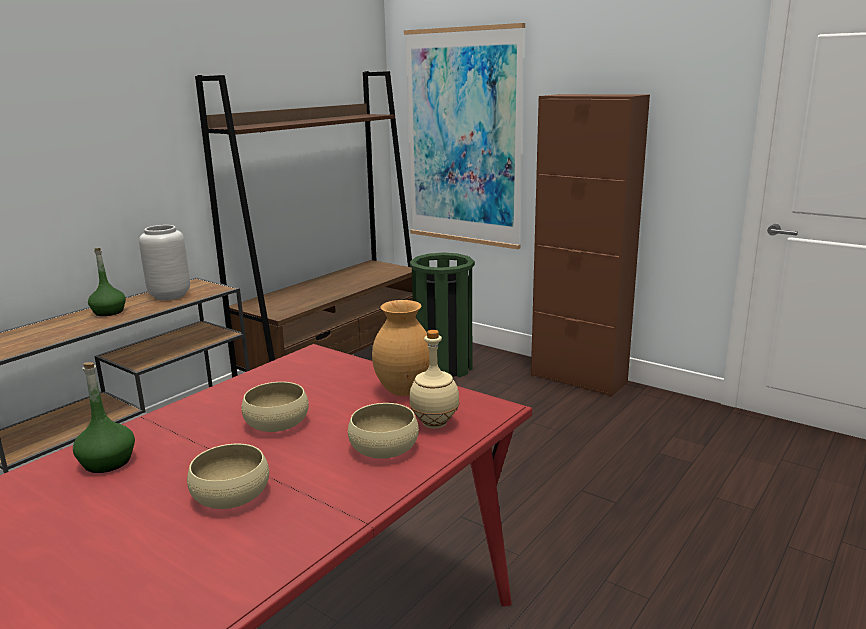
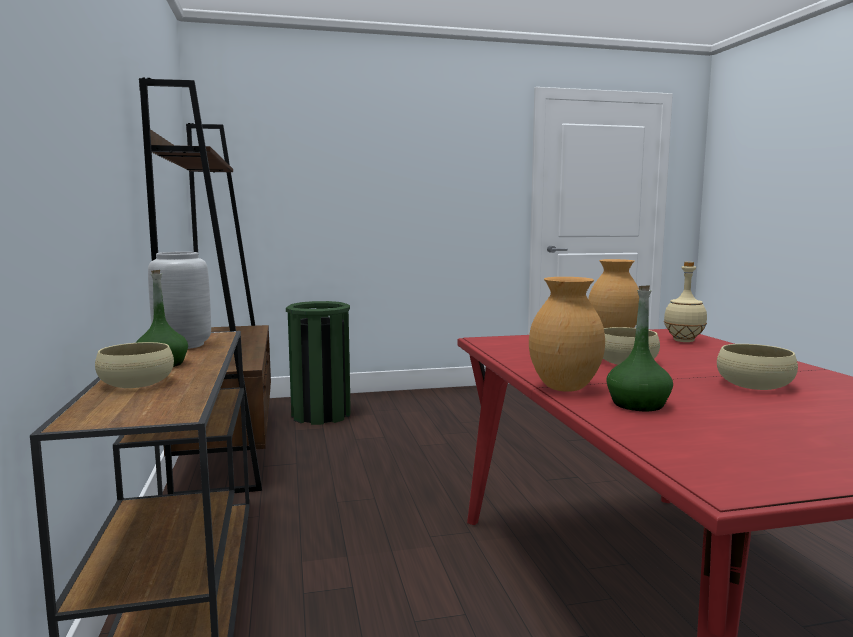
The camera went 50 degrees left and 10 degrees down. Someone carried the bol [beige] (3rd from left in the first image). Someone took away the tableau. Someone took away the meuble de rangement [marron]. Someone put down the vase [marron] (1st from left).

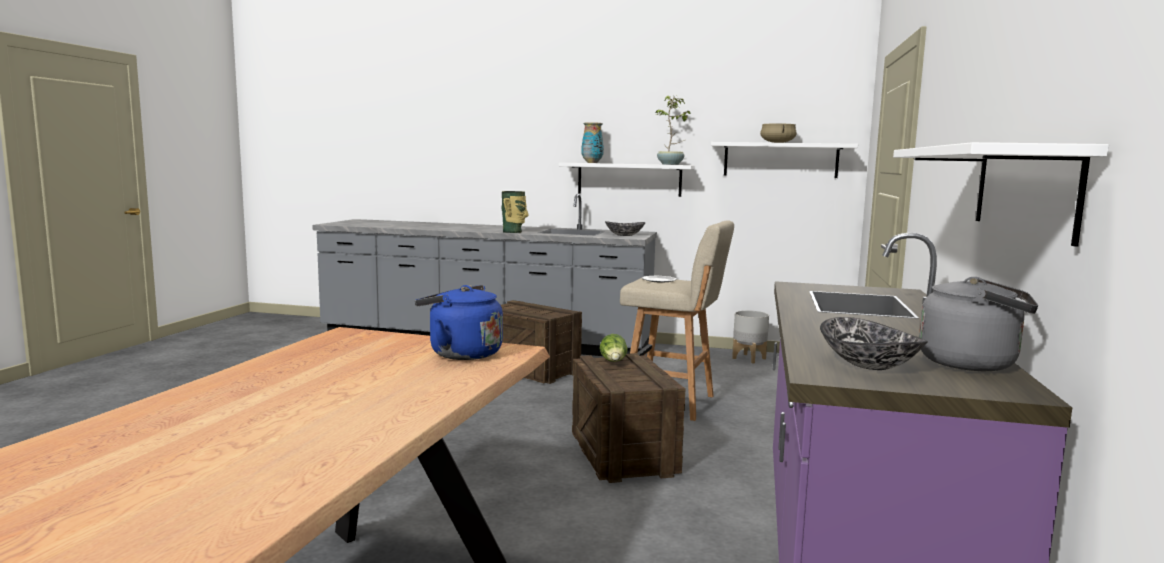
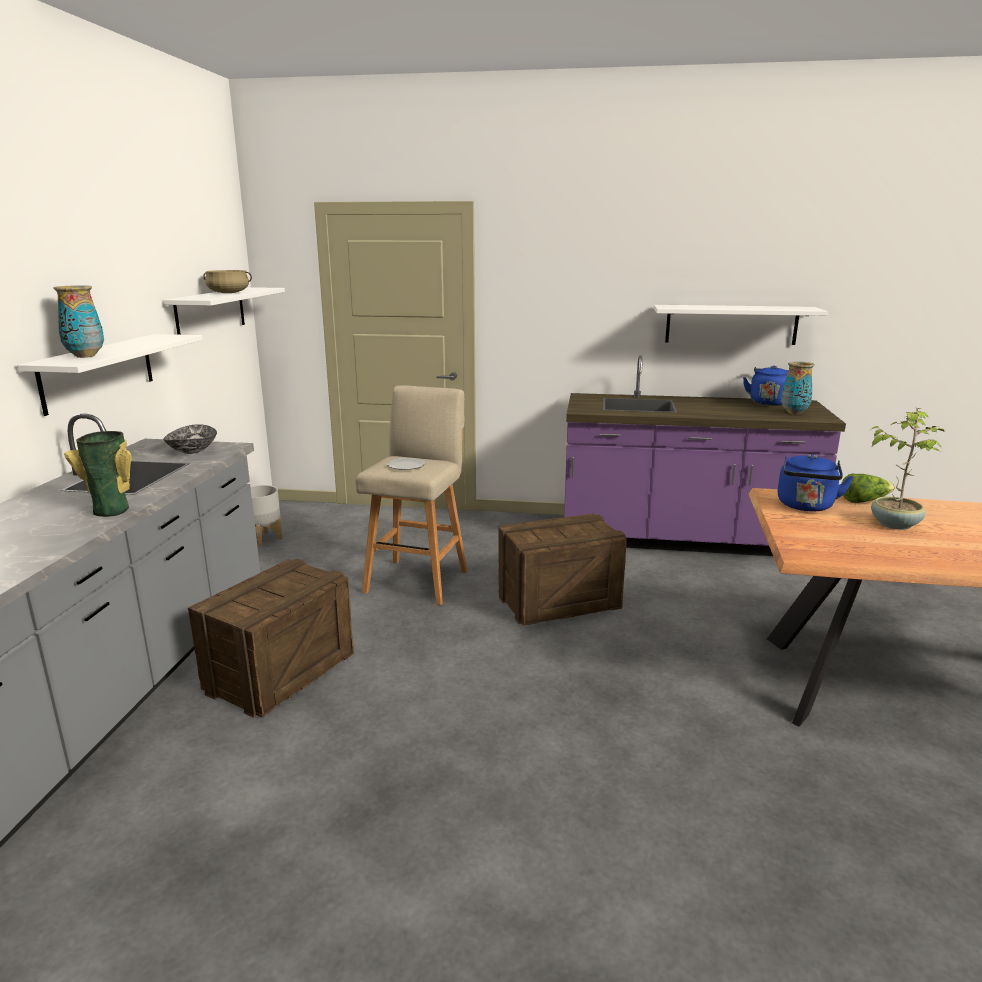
The camera went 95 degrees left and 10 degrees up. Someone carried the laitue. Someone carried the plante en pot. Someone swapped the bol (2nd from left) for the vase (3rd from left). Someone repainted the bouilloire [gris], which became the bouilloire [bleu] (1st from left).

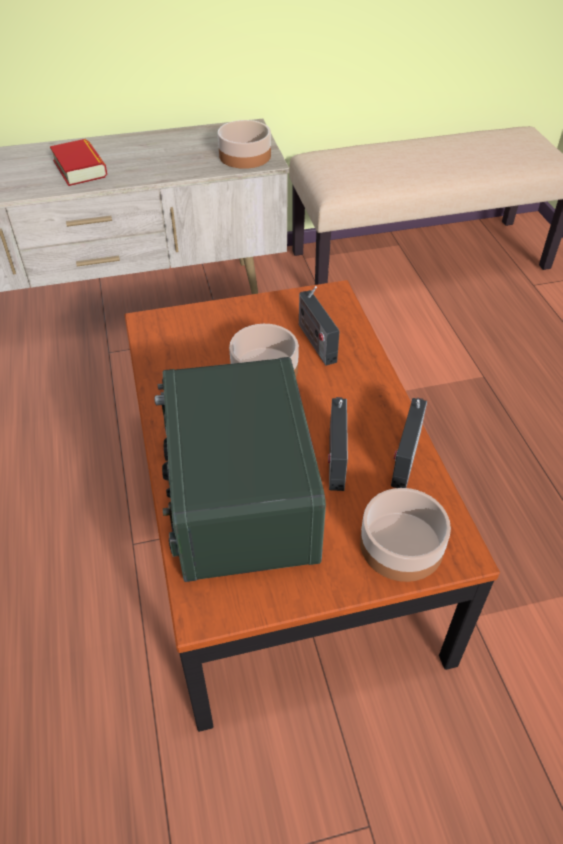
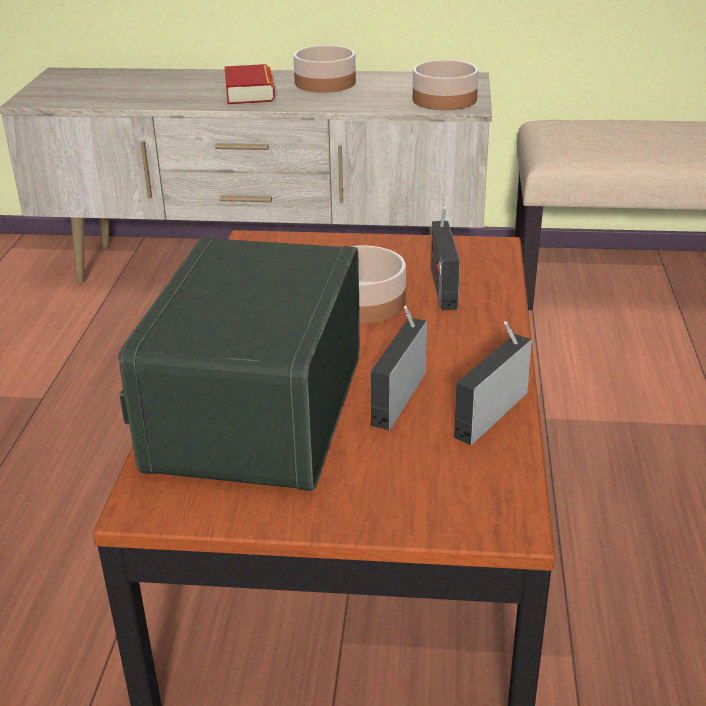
The camera went 20 degrees right and 15 degrees down. Someone carried the bol (3rd from left in the first image).

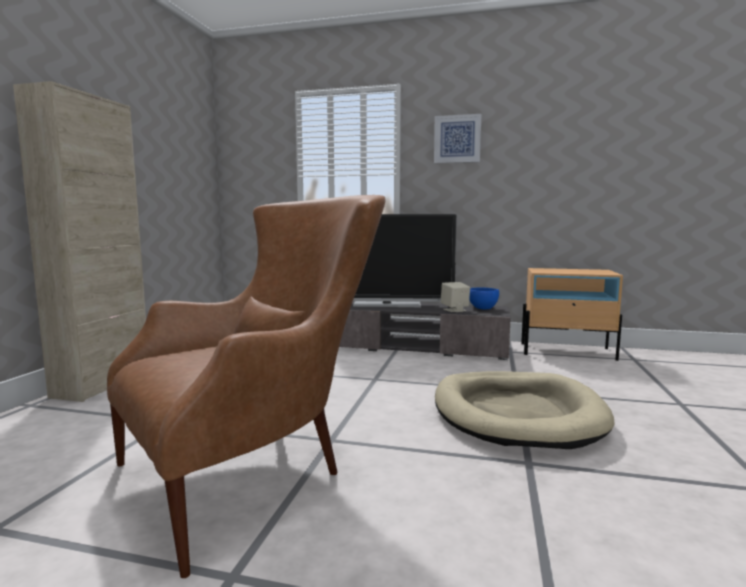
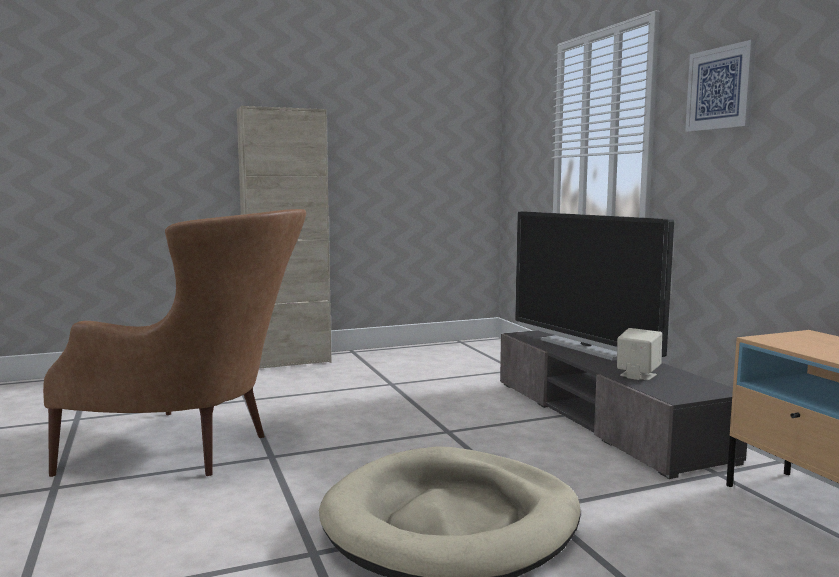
The camera went 55 degrees right and 0 degrees up. Someone took away the bol [bleu].

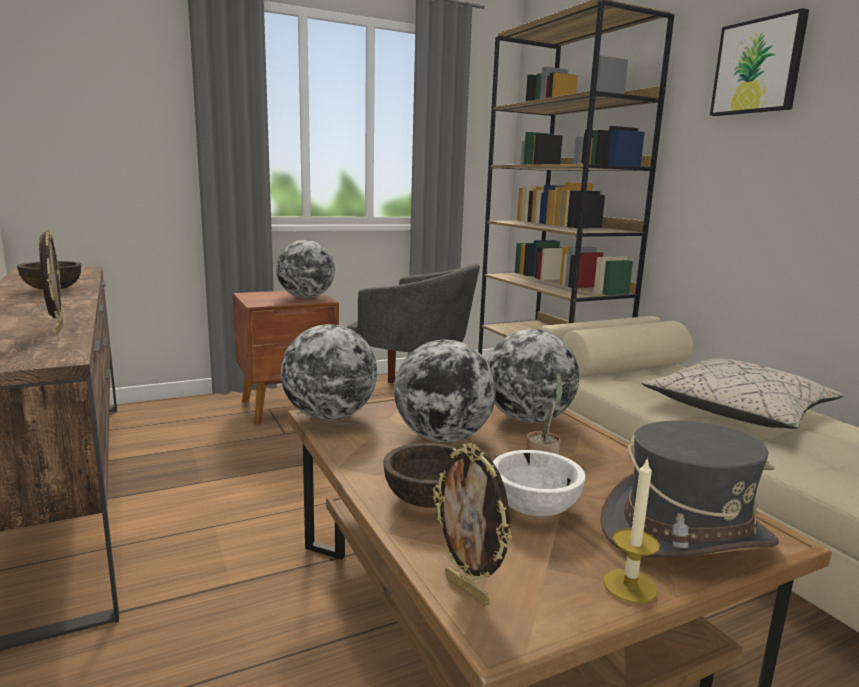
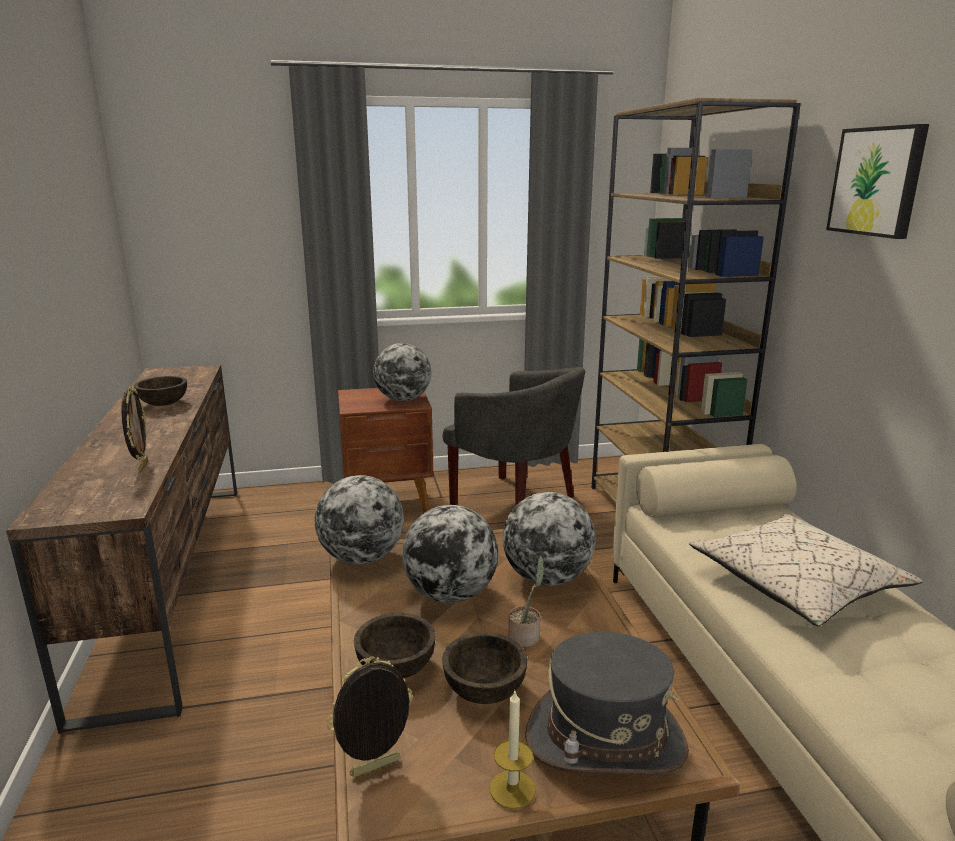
The camera went 15 degrees right and 5 degrees up. Someone rotated the cadre photo (2nd from left) by 90 degrees clockwise. Someone repainted the bol [blanc], which became the bol [marron] (3rd from left).

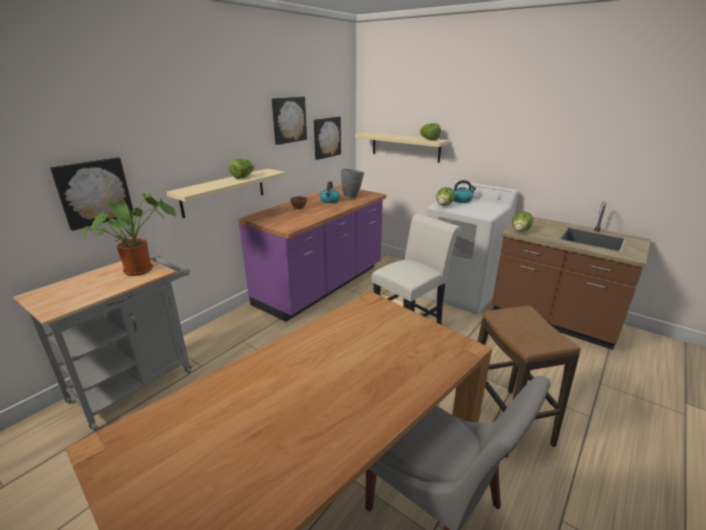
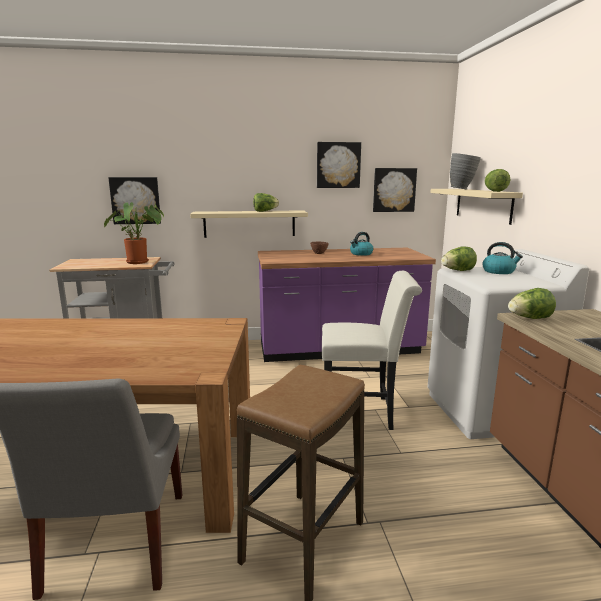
The camera went 45 degrees right and 10 degrees down. Someone carried the vase [gris].

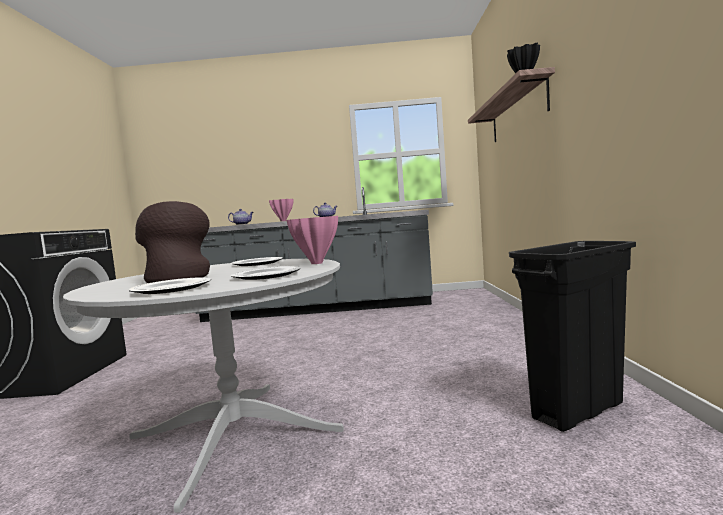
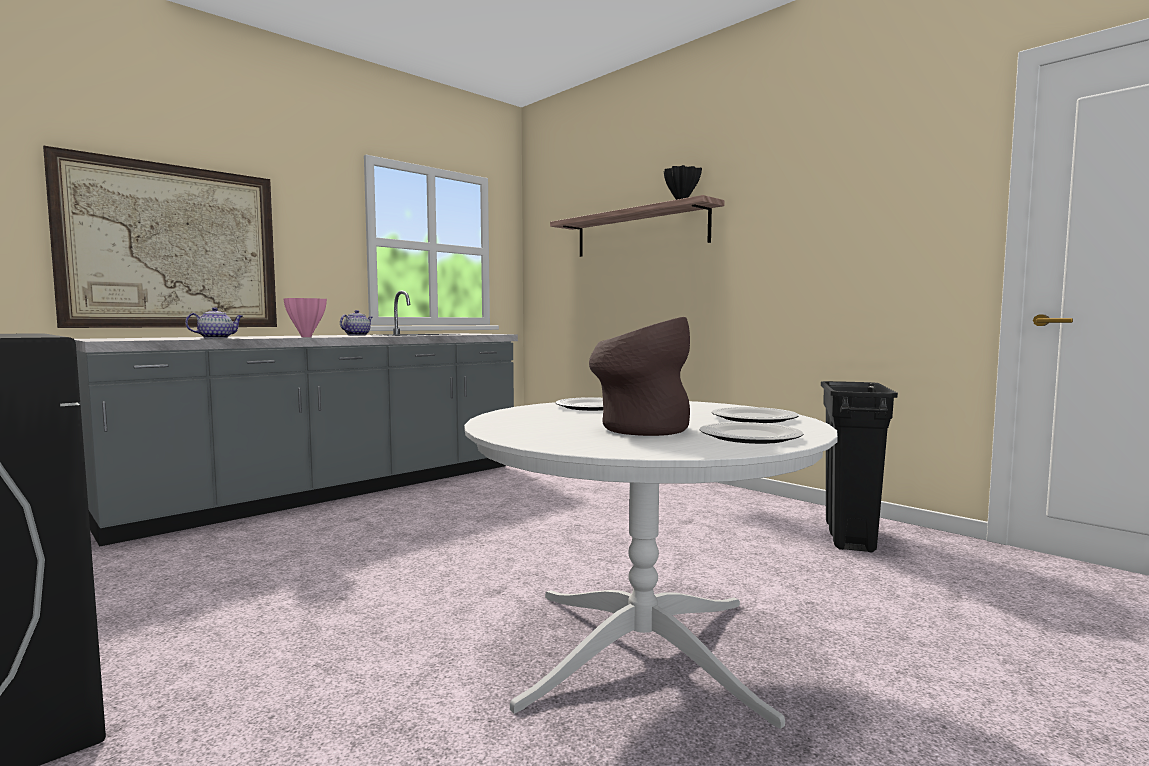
The camera went 45 degrees left and 0 degrees up. Someone took away the vase [rose] (2nd from left). Someone put up the tableau.

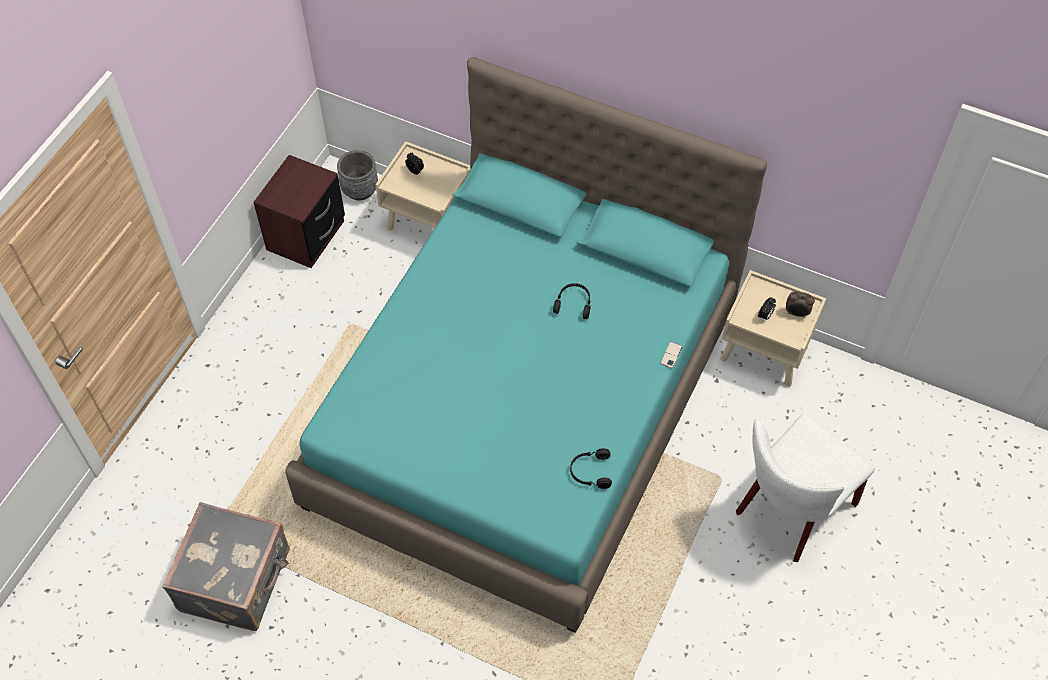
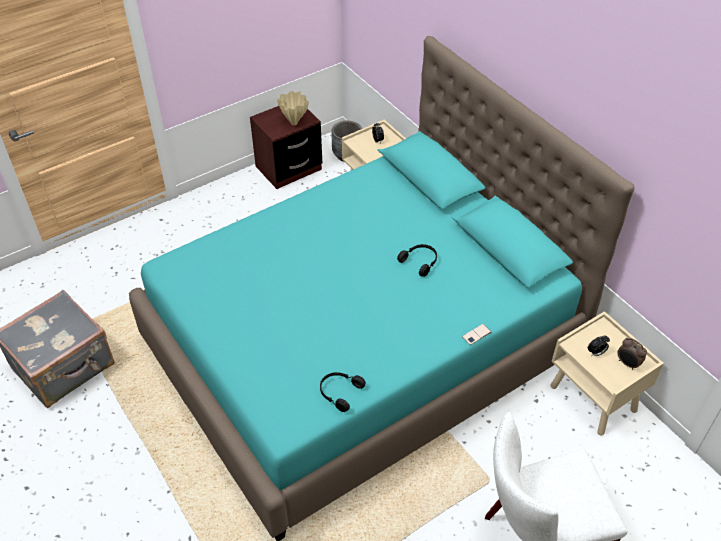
The camera went 30 degrees right and 10 degrees down. Someone put down the vase [beige].

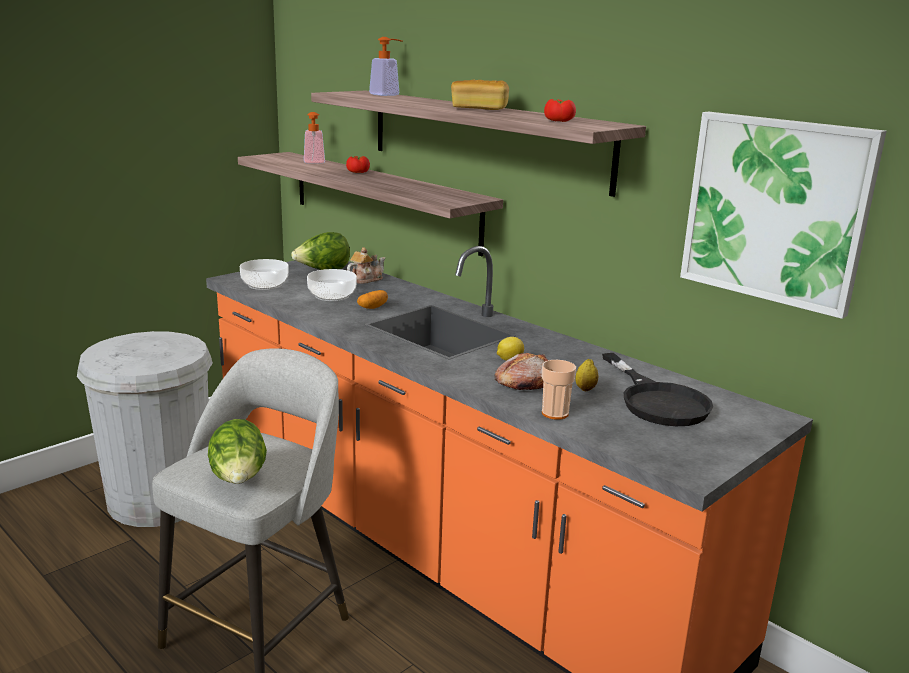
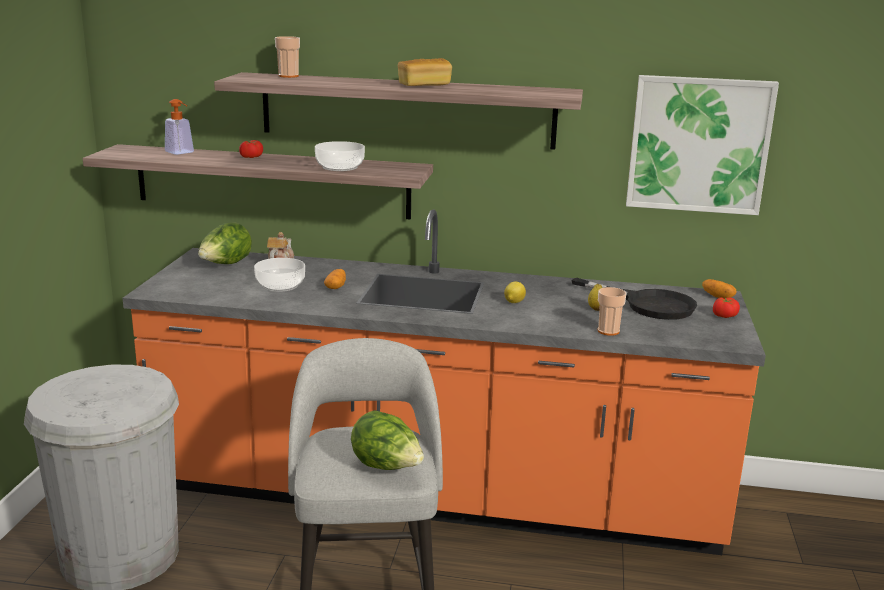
The camera went 35 degrees left and 0 degrees up. Someone carried the bol (1st from left in the first image). Someone swapped the distributeur de savon (2nd from left) for the tasse (1st from left). Someone took away the pain (2nd from left). Someone carried the tomate (2nd from left). Someone put down the pomme de terre (2nd from left).

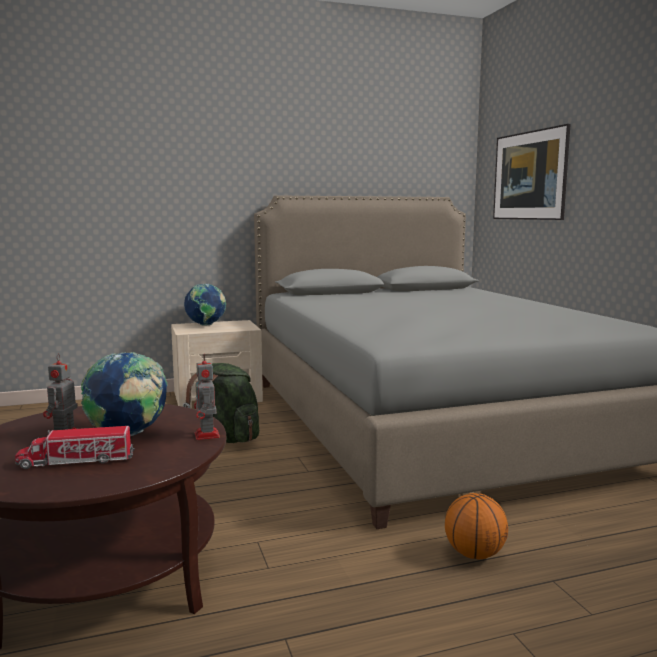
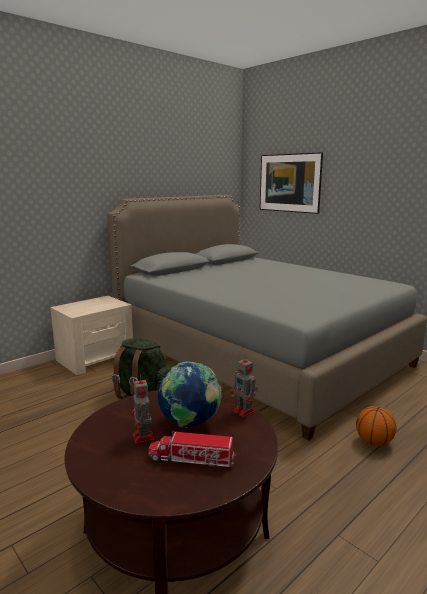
The camera went 25 degrees left and 5 degrees up. Someone rotated the camion jouet by 45 degrees clockwise. Someone took away the globe (2nd from left).

